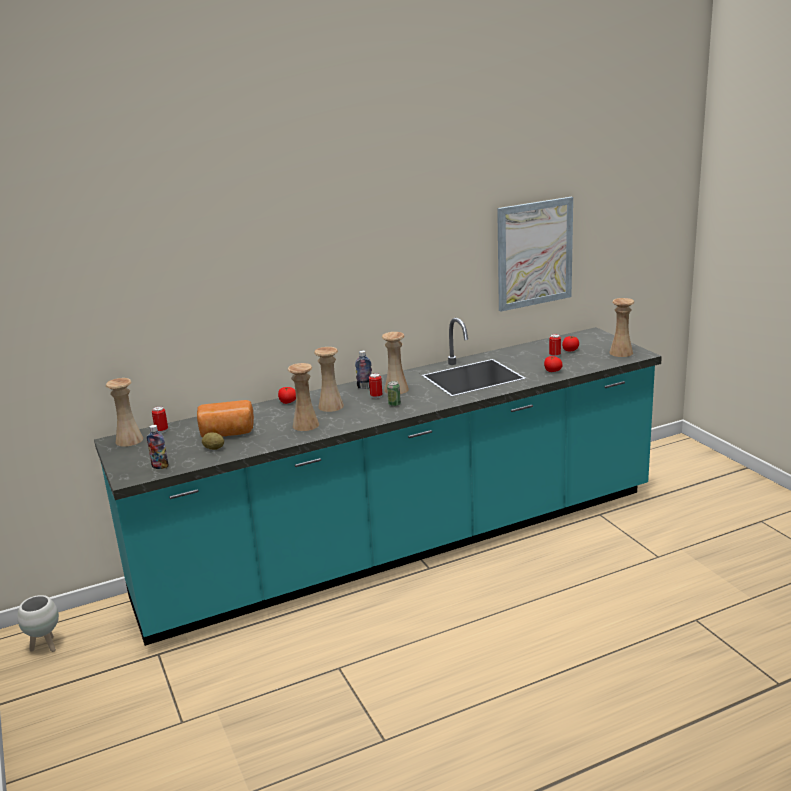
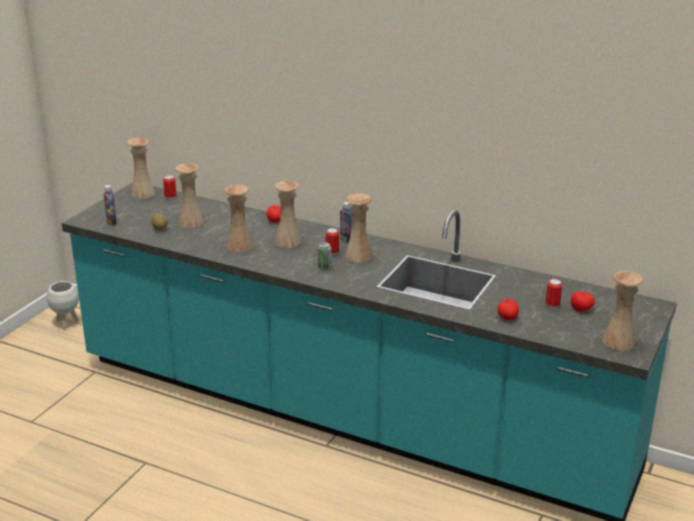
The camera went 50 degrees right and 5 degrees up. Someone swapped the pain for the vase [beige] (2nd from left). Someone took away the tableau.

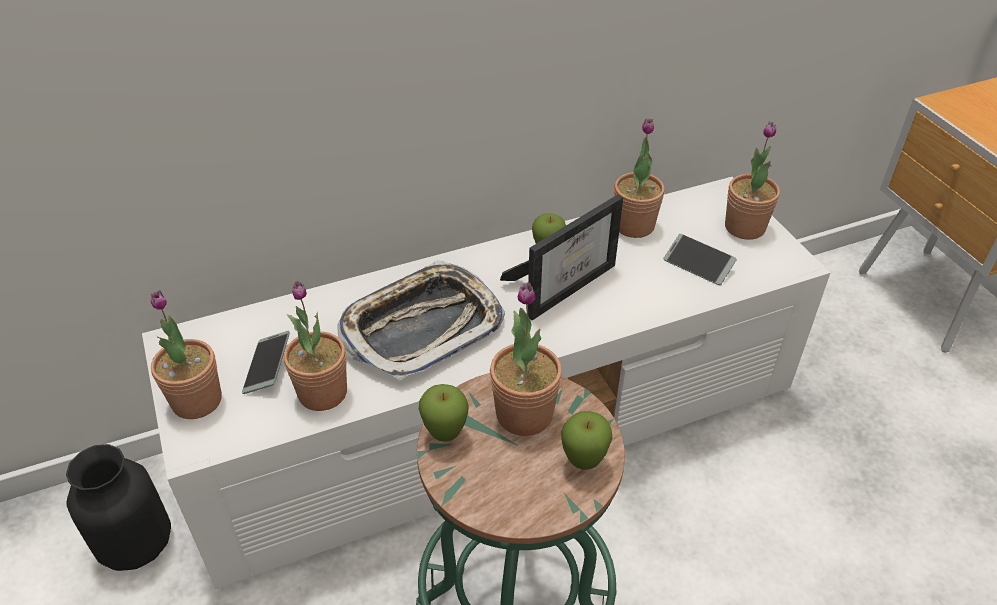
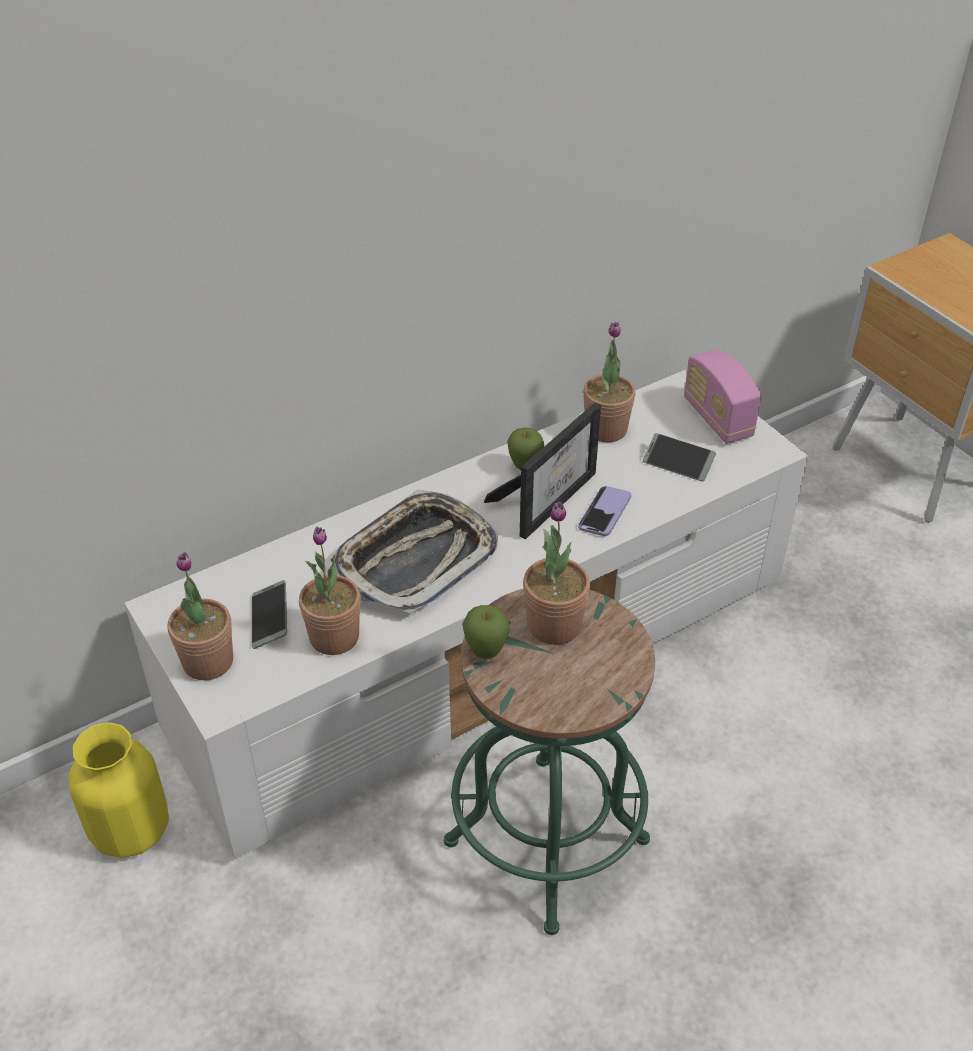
The camera went 10 degrees left and 0 degrees up. Someone repainted the vase [noir], which became the vase [jaune]. Someone took away the pomme (3rd from left). Someone swapped the plante en pot (5th from left) for the radio. Someone put down the téléphone (2nd from left).

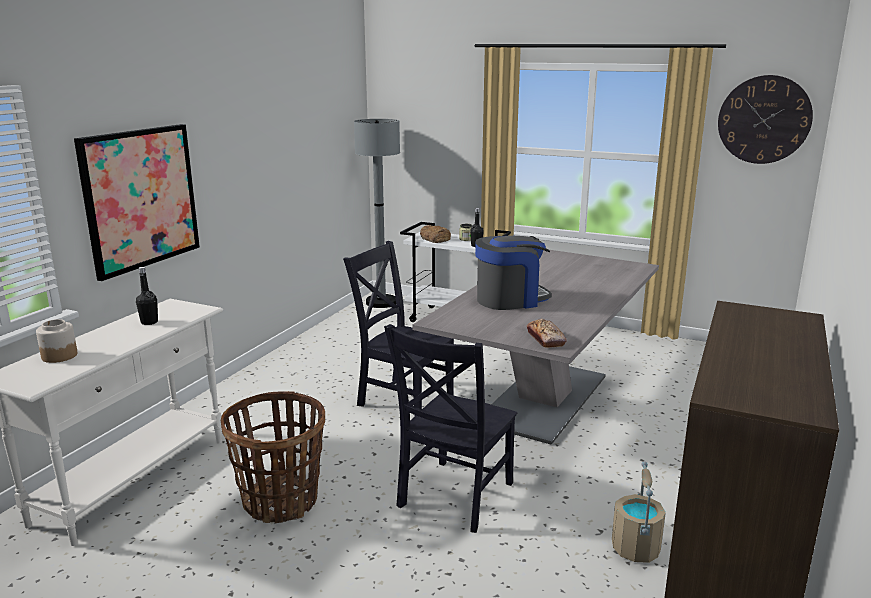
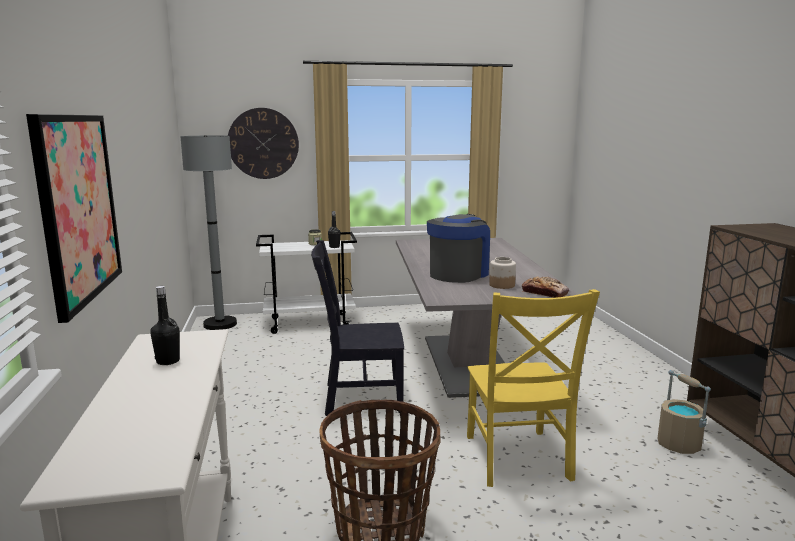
The camera went 35 degrees left and 5 degrees down. Someone carried the bocal (1st from left in the first image). Someone repainted the chaise [noir] (2nd from left), which became the chaise [jaune]. Someone took away the pain (1st from left). Someone carried the horloge murale.

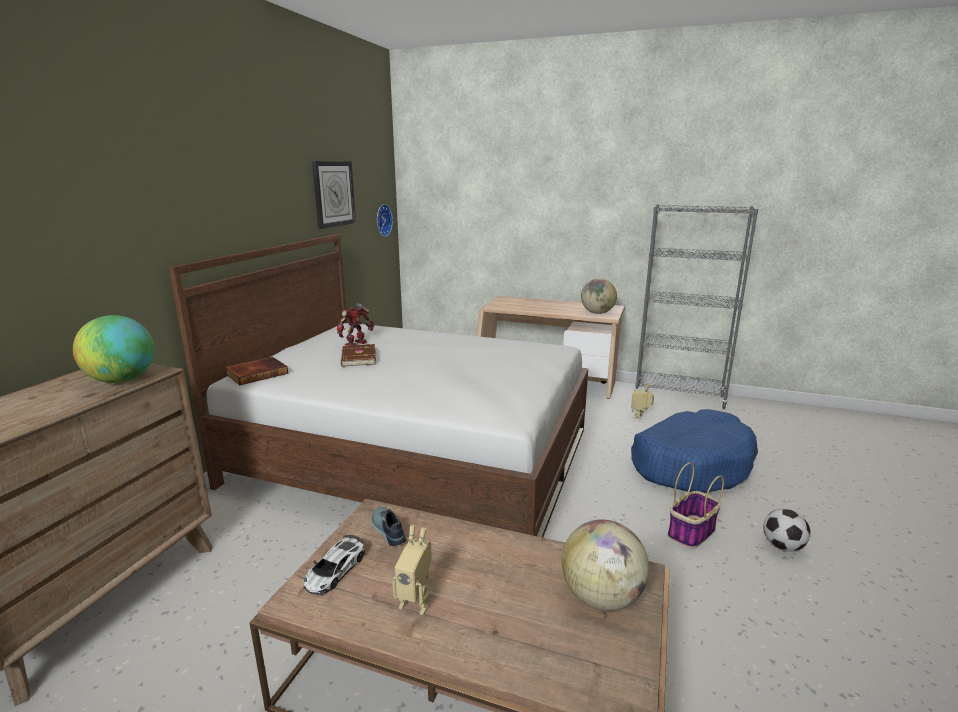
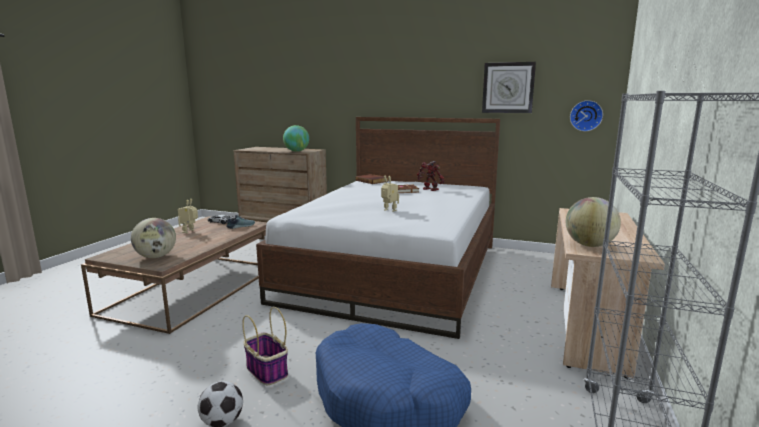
The camera went 90 degrees right and 5 degrees down. Someone carried the robot jouet (3rd from left in the first image).

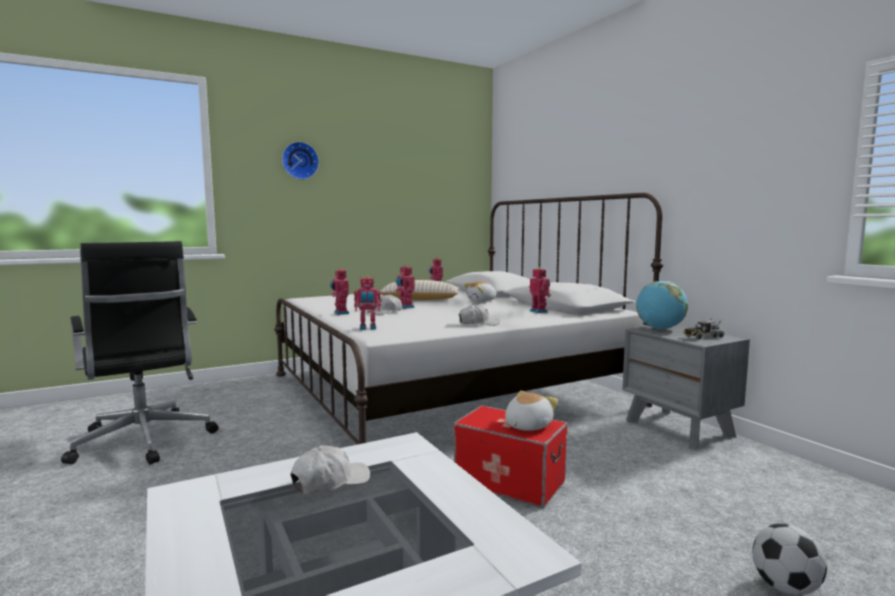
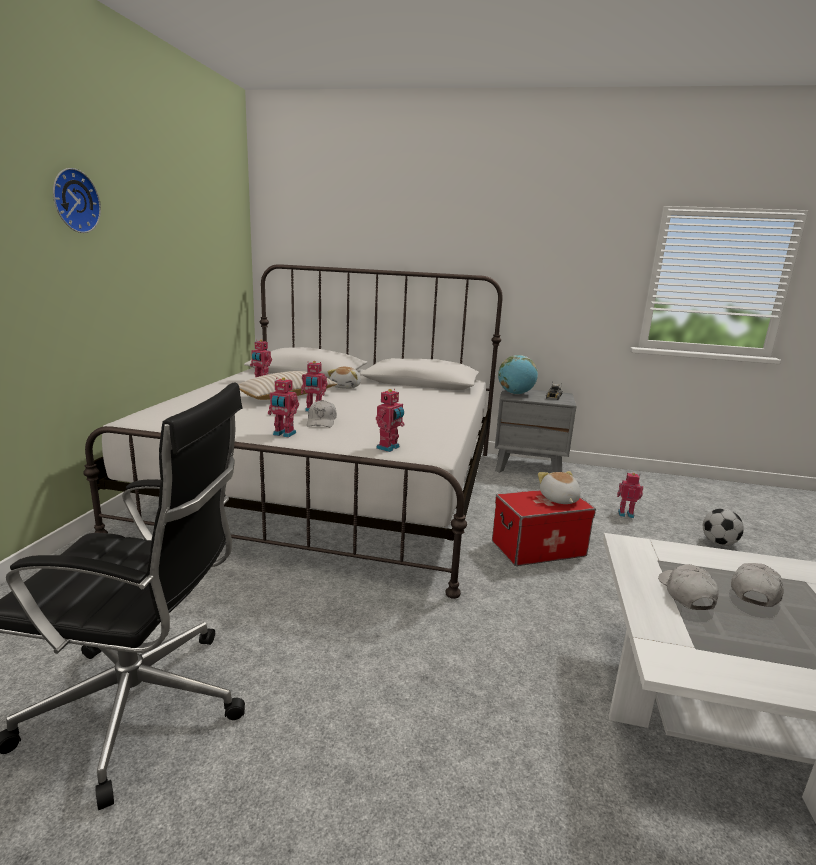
The camera went 50 degrees left and 10 degrees up. Someone carried the casquette [blanc] (3rd from left). Someone carried the robot jouet (5th from left).

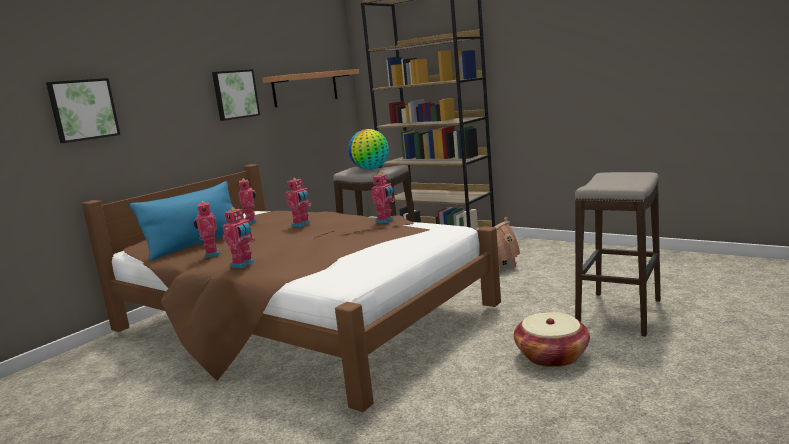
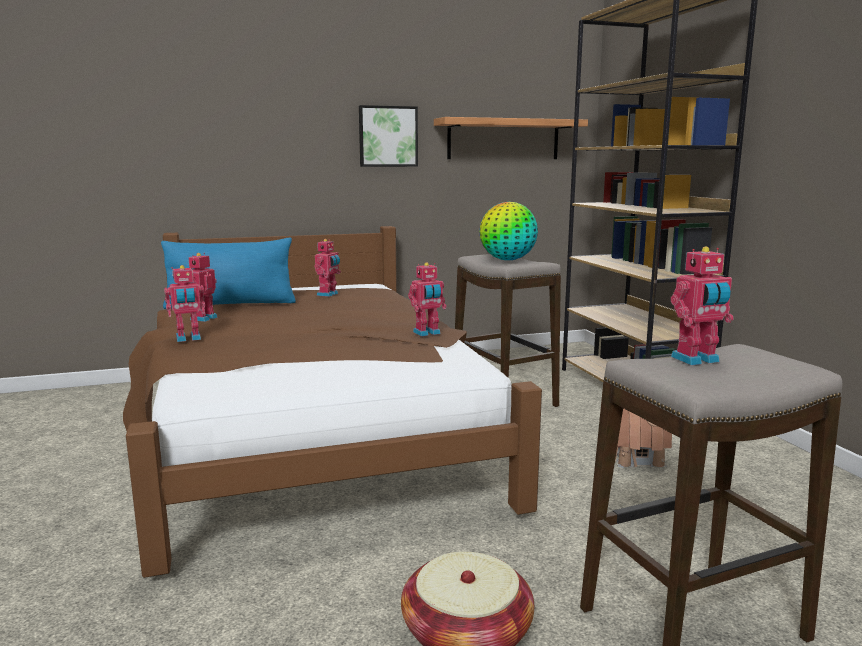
The camera went 35 degrees right and 0 degrees up. Someone took away the tableau (1st from left). Someone carried the robot jouet (4th from left in the first image).

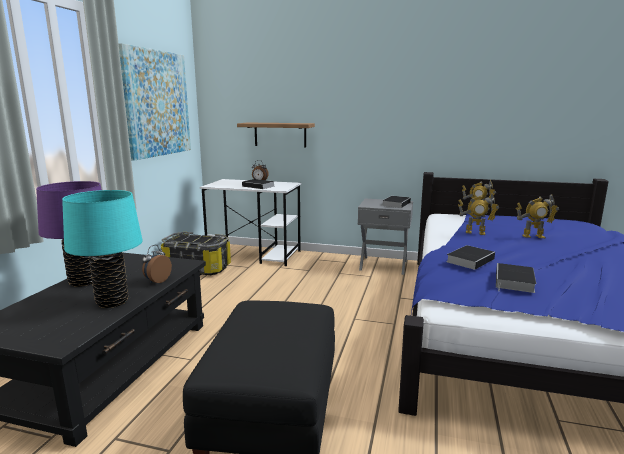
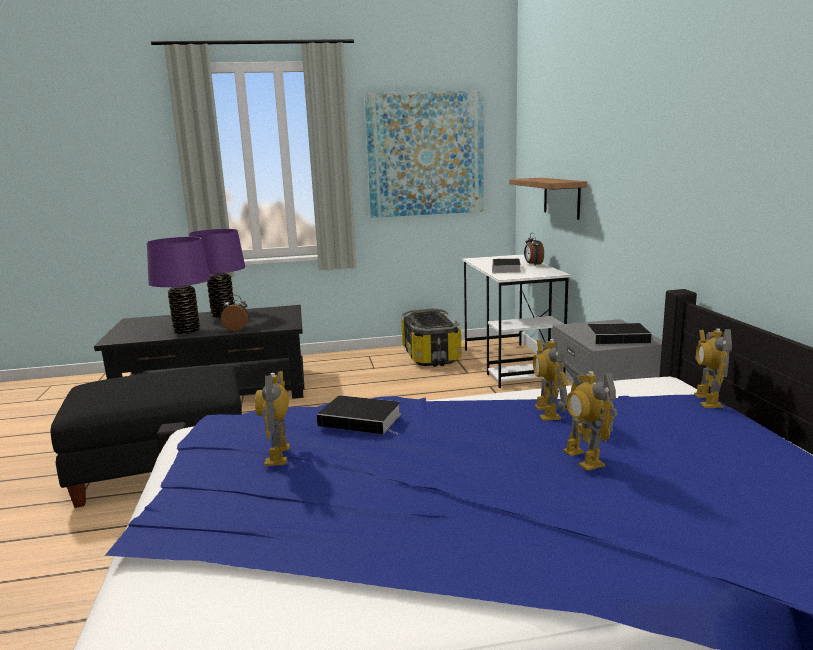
The camera went 65 degrees right and 0 degrees up. Someone repainted the lampe de table [turquoise], which became the lampe de table [violet] (1st from left). Someone swapped the livre (4th from left) for the robot jouet (1st from left).

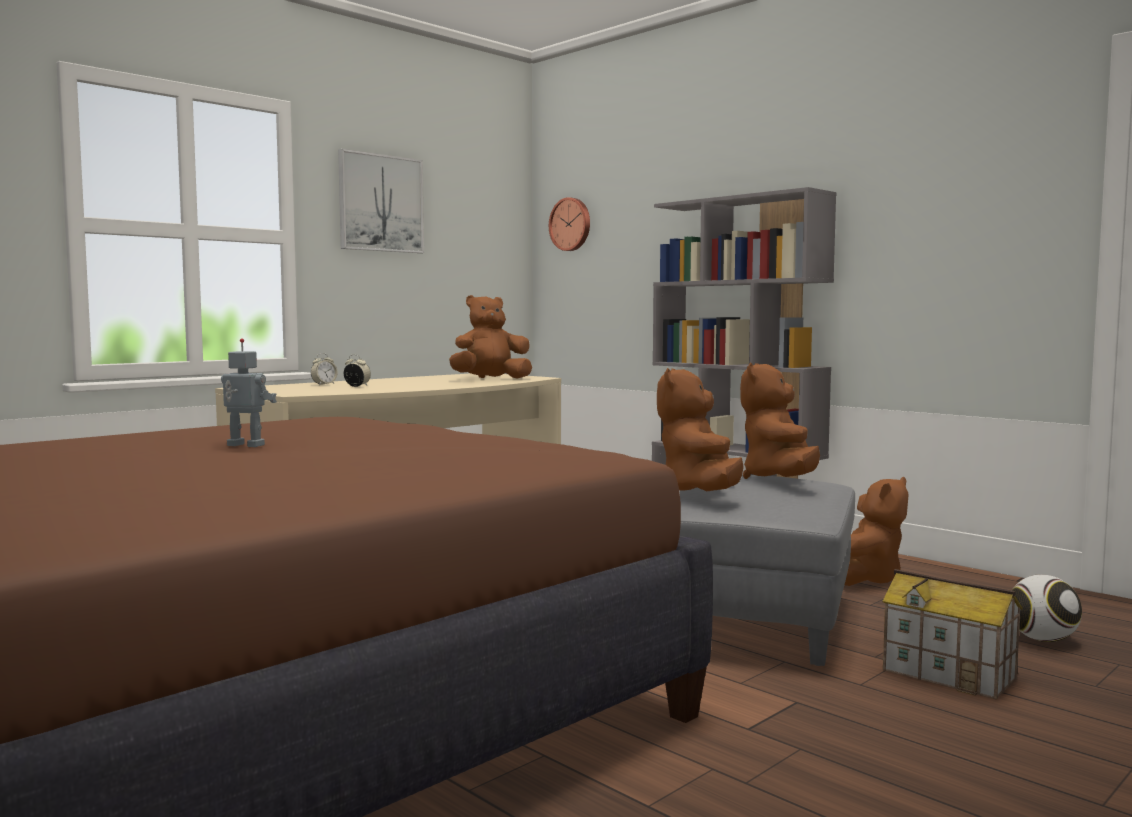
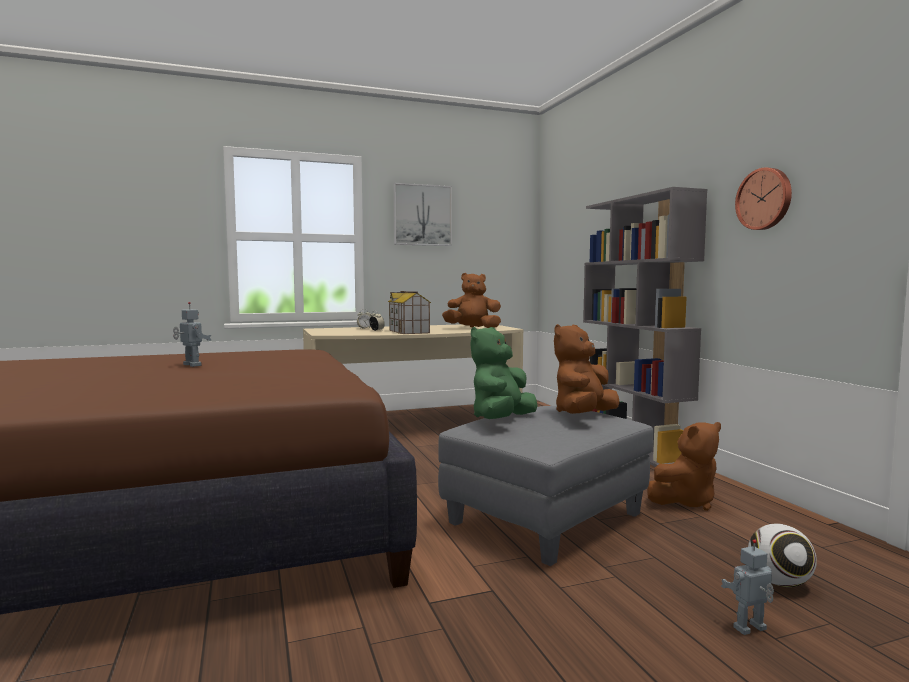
The camera went 25 degrees right and 0 degrees up. Someone carried the horloge murale. Someone repainted the peluche [marron] (2nd from left), which became the peluche [vert]. Someone carried the maison miniature. Someone put down the robot jouet (2nd from left).

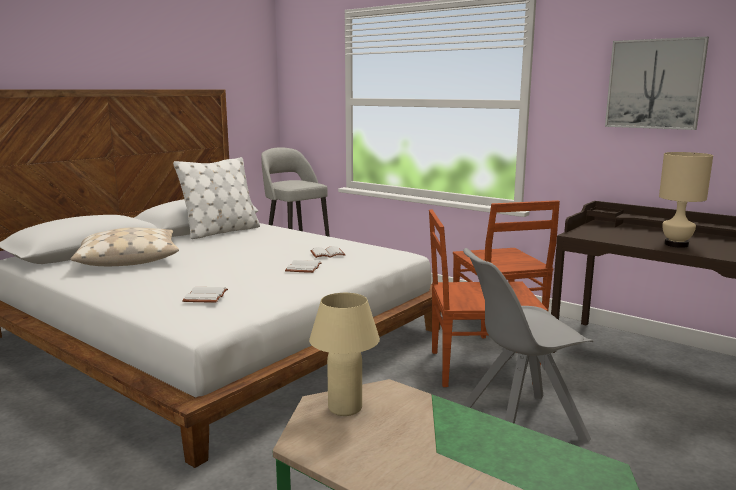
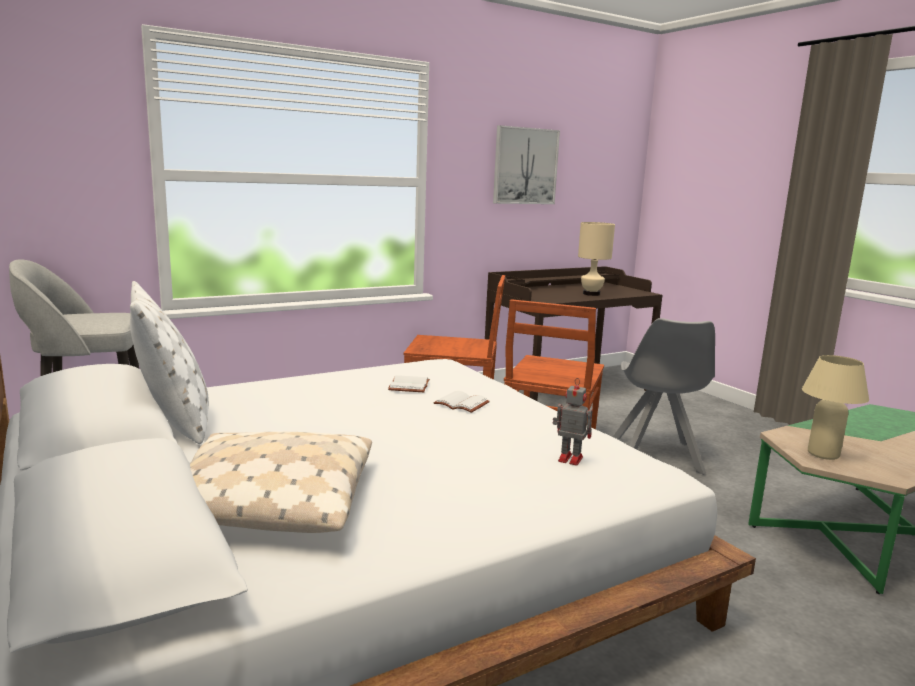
The camera went 70 degrees left and 0 degrees up. Someone swapped the livre [blanc] (1st from left) for the robot jouet.

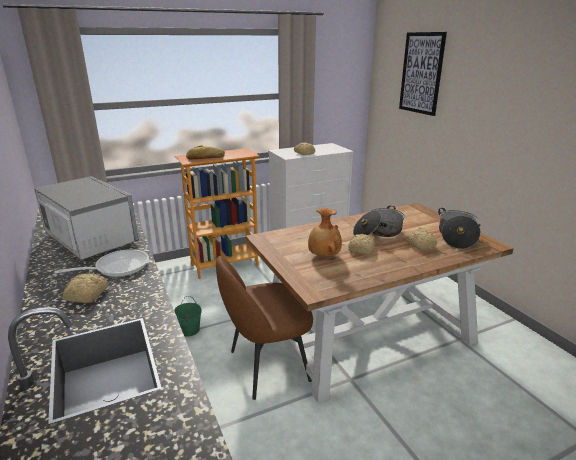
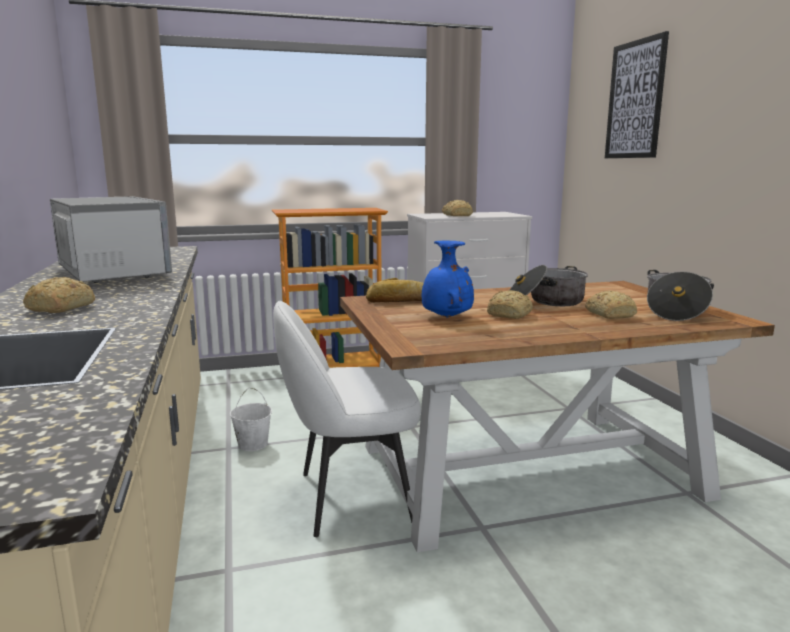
The camera went 10 degrees right and 10 degrees down. Someone took away the poêle. Someone repainted the seau [vert], which became the seau [blanc]. Someone carried the pain (2nd from left). Someone repainted the chaise [marron], which became the chaise [blanc]. Someone repainted the vase [marron], which became the vase [bleu].

